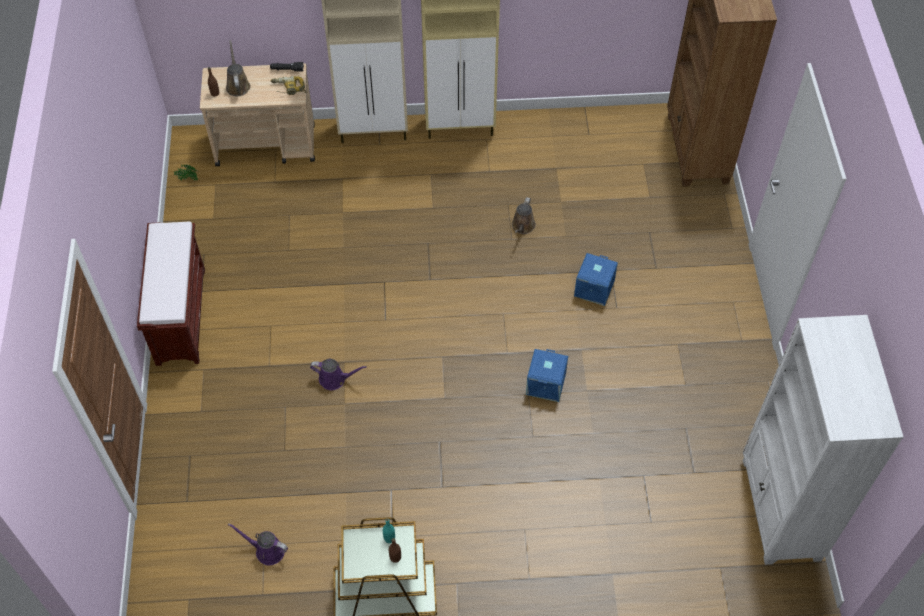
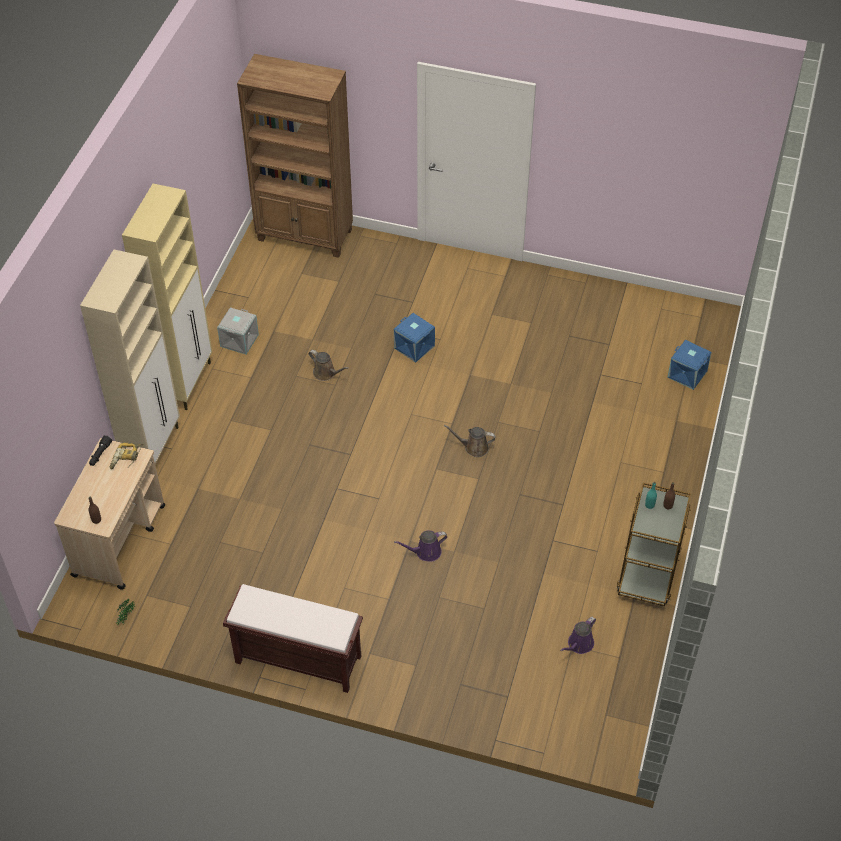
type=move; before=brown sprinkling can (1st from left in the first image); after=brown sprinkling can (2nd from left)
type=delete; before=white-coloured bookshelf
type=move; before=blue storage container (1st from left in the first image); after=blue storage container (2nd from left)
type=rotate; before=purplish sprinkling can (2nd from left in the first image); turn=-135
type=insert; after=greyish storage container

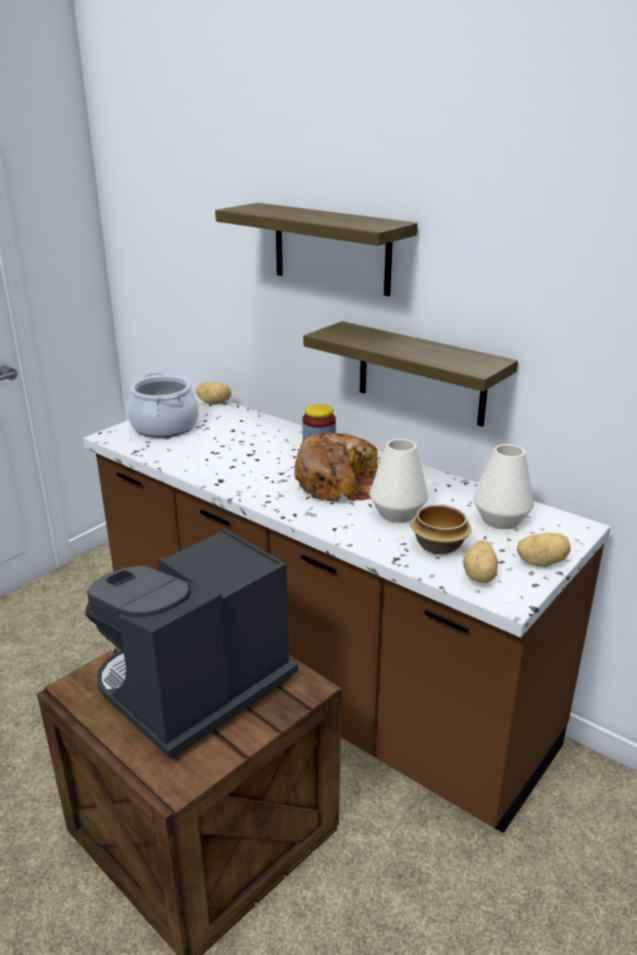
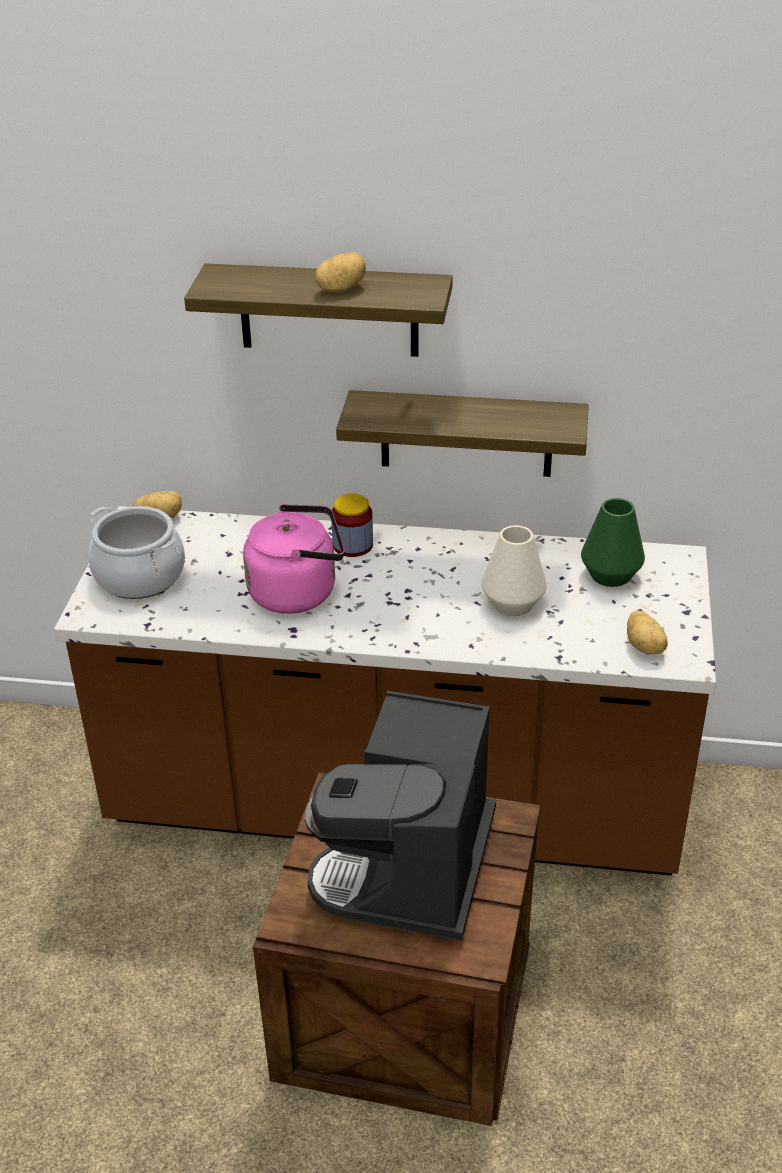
type=delete; before=baked bread
type=recolor; before=white-coloured decorative vase (2nd from left); after=green decorative vase
type=delete; before=deep dish
type=move; before=potato (3rd from left in the first image); after=potato (2nd from left)
type=insert; after=pink-coloured water kettle

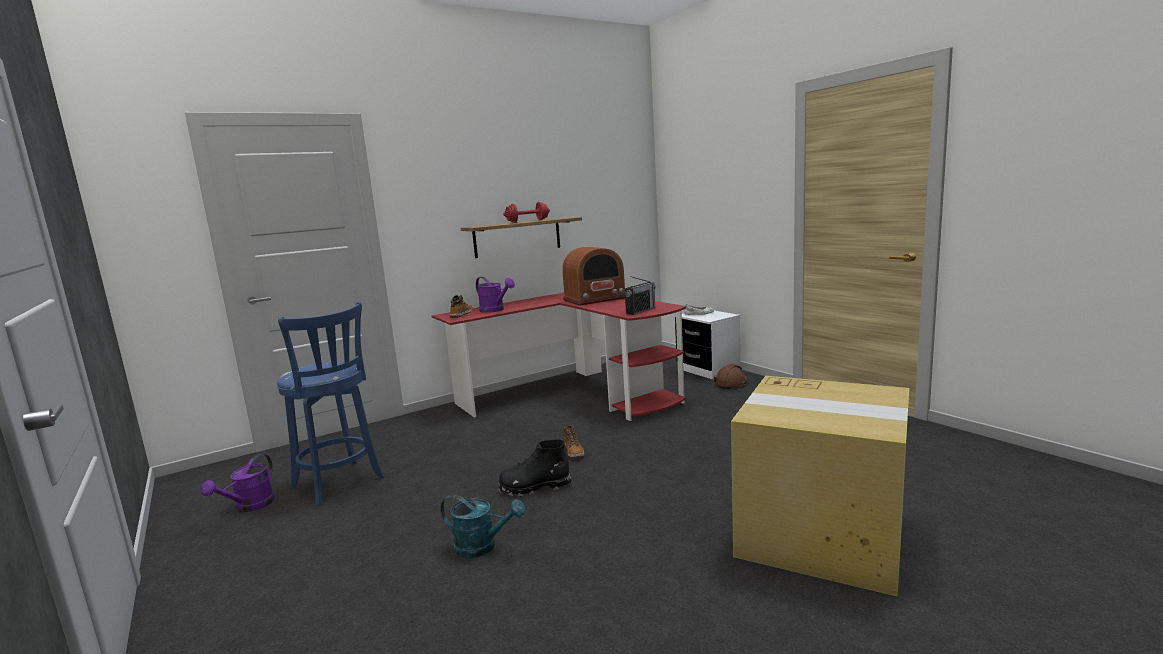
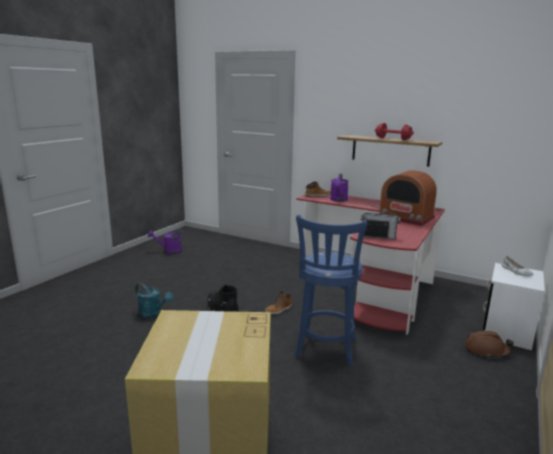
type=move; before=blue sitting stool
type=rotate; before=turquoise-coloured sprinkling can; turn=-45

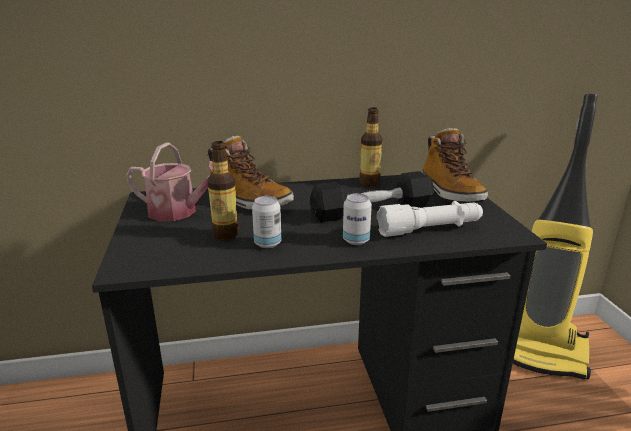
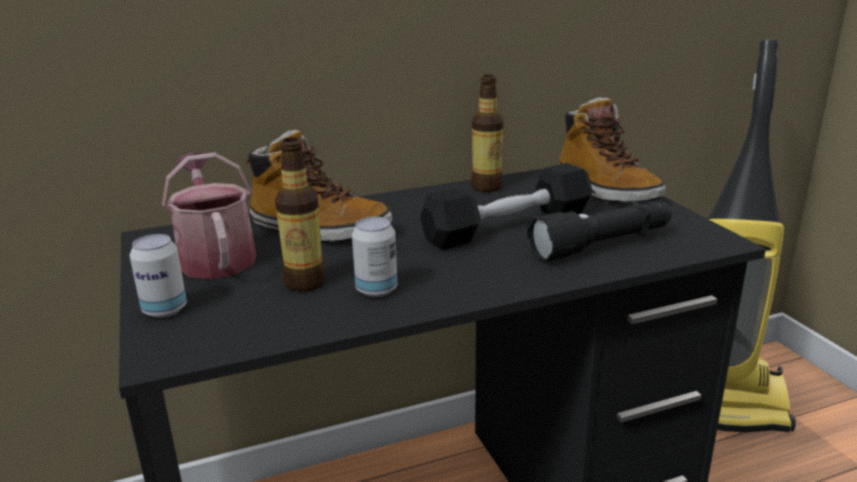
type=rotate; before=sprinkling can; turn=-120
type=move; before=metal can (2nd from left in the first image); after=metal can (1st from left)
type=recolor; before=white-coloured hand torch; after=blackish hand torch

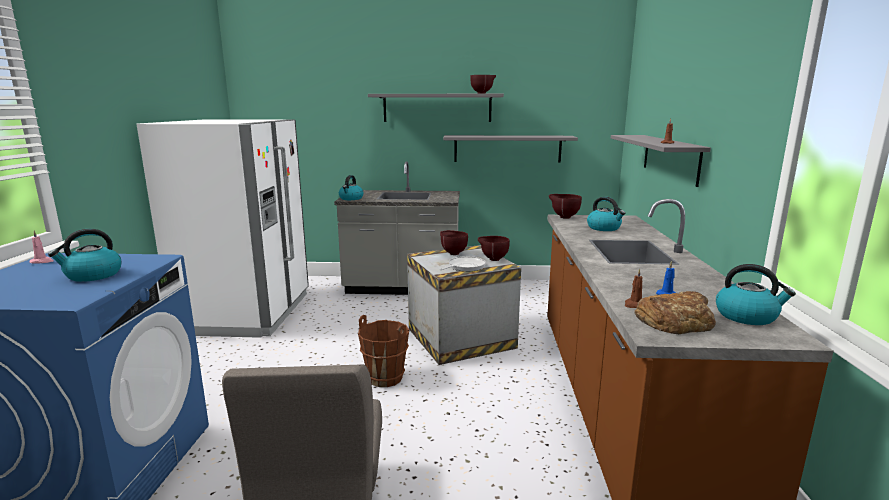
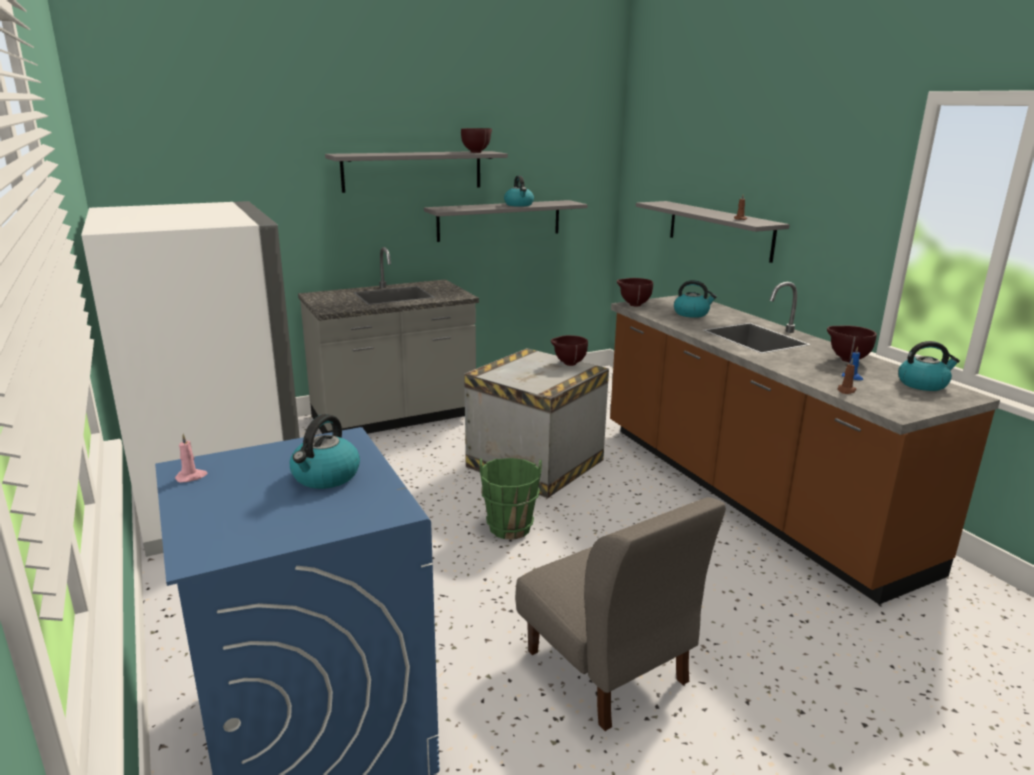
type=move; before=water kettle (2nd from left)
type=move; before=brown deep dish (1st from left in the first image); after=brown deep dish (4th from left)
type=delete; before=pan
type=delete; before=baked bread
type=recolor; before=brown water bucket; after=green water bucket

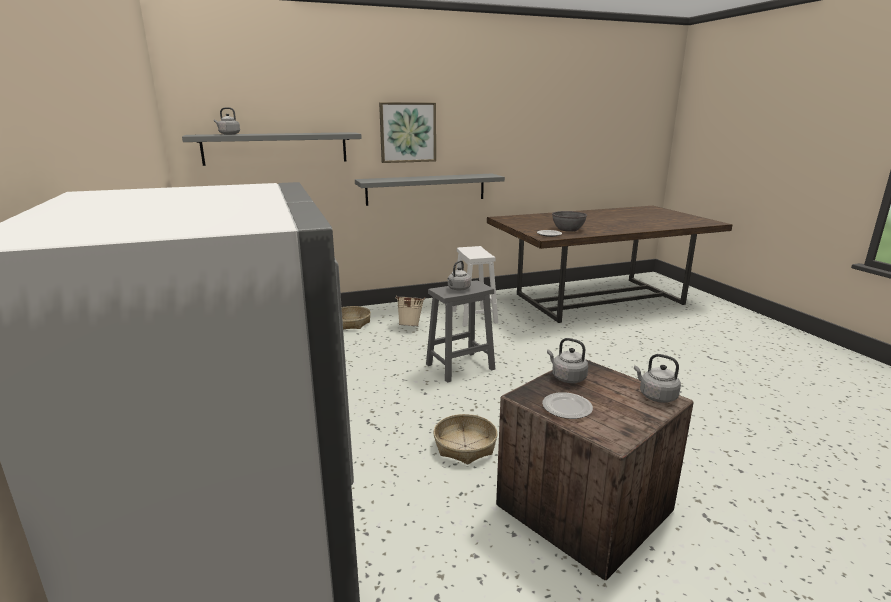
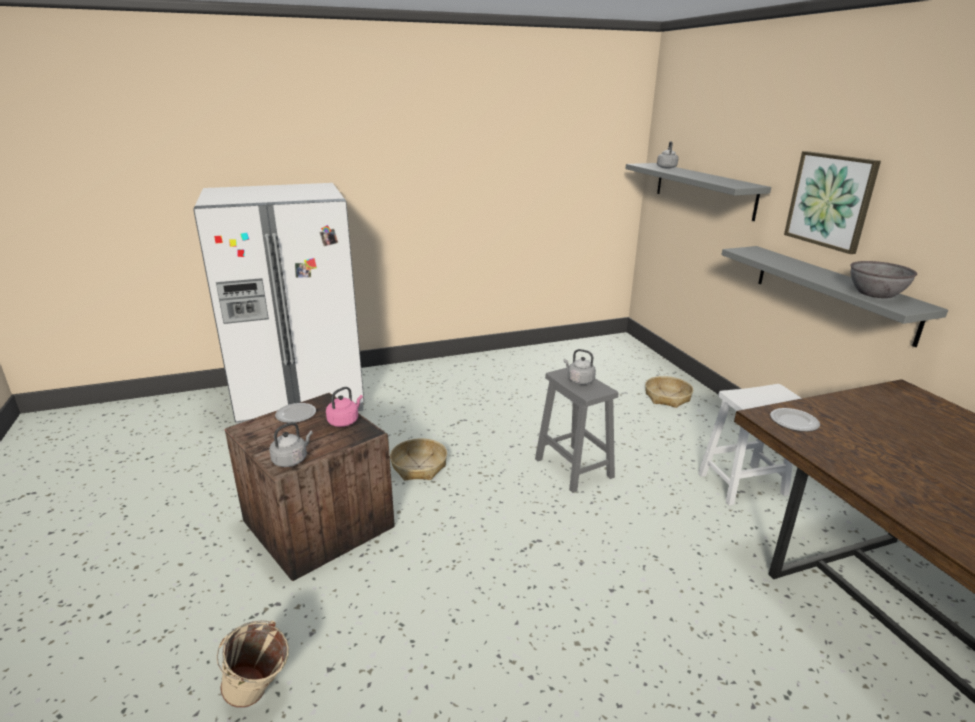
type=move; before=greyish deep dish
type=move; before=beige water bucket
type=recolor; before=greyish water kettle (3rd from left); after=pink-coloured water kettle

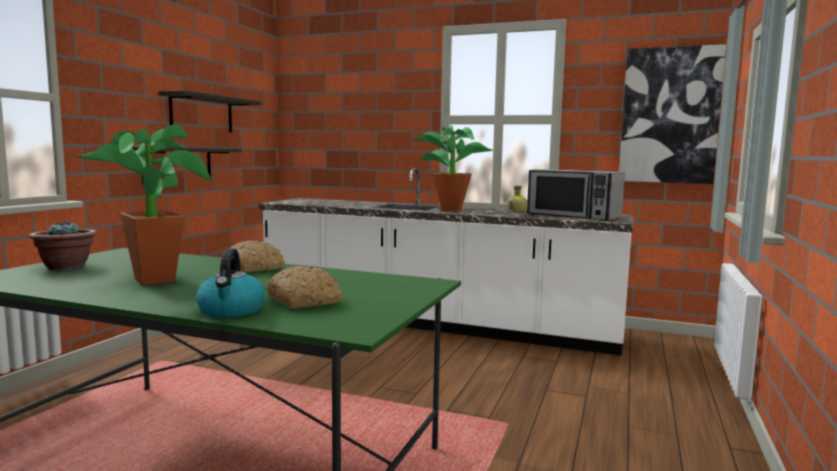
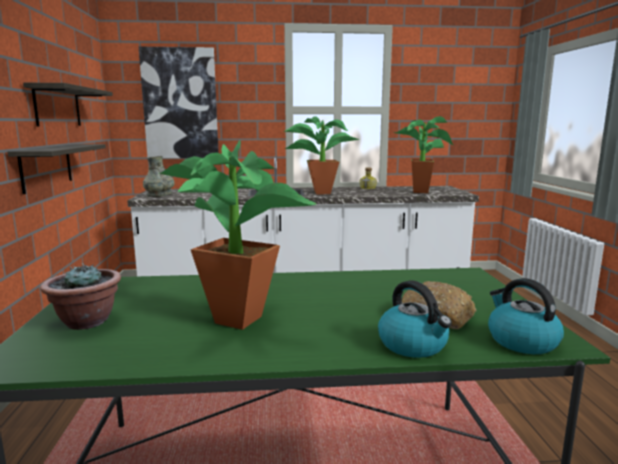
type=move; before=wall art
type=replace; before=microwave oven; after=houseplant (4th from left)
type=delete; before=baked bread (1st from left)
type=insert; after=greyish decorative vase
type=insert; after=water kettle (2nd from left)

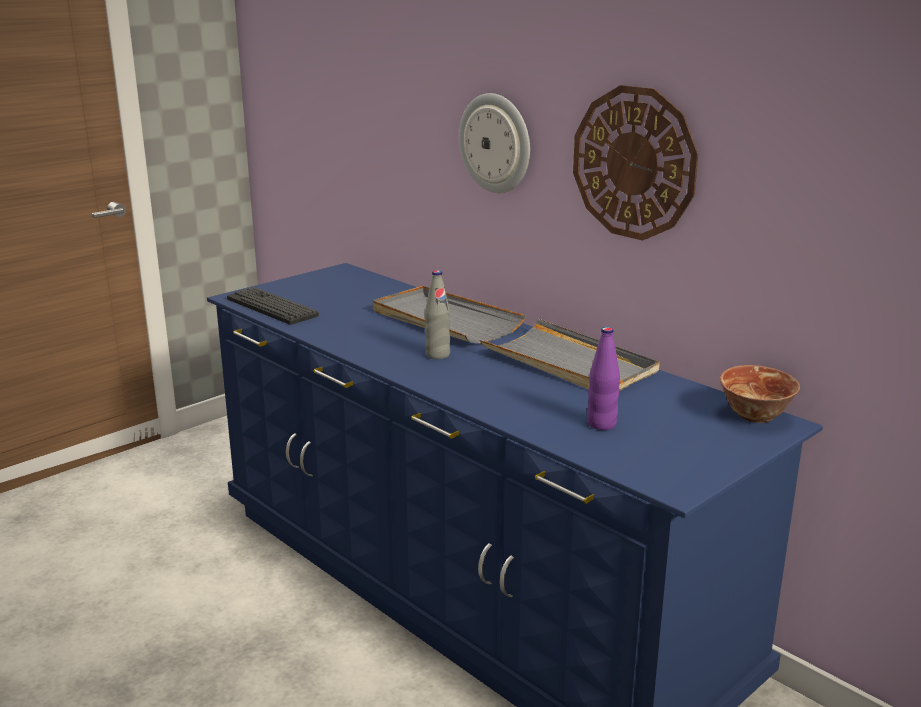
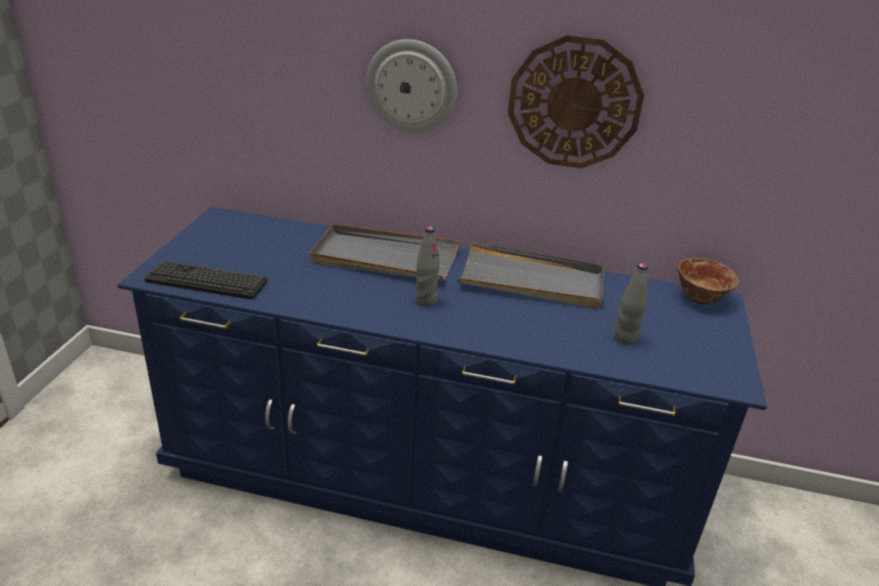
type=recolor; before=purplish beverage bottle; after=greyish beverage bottle (2nd from left)

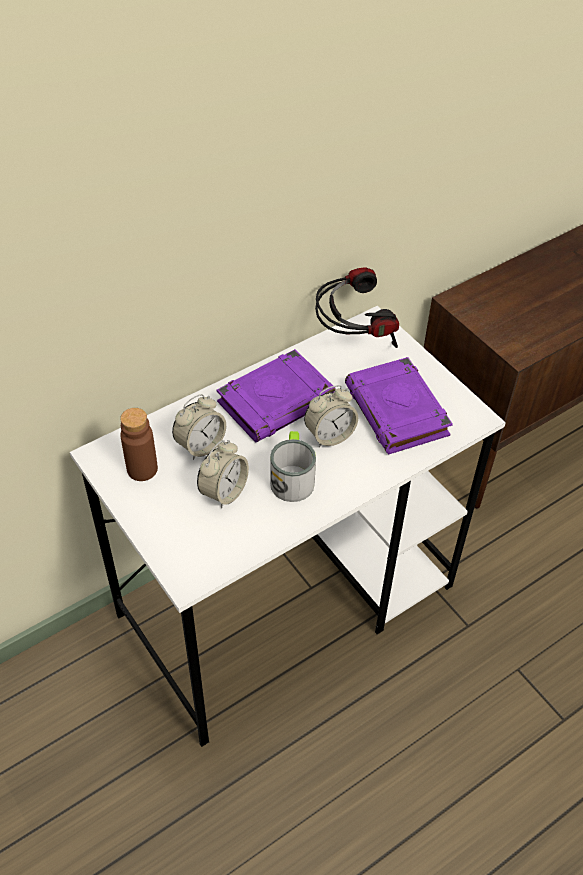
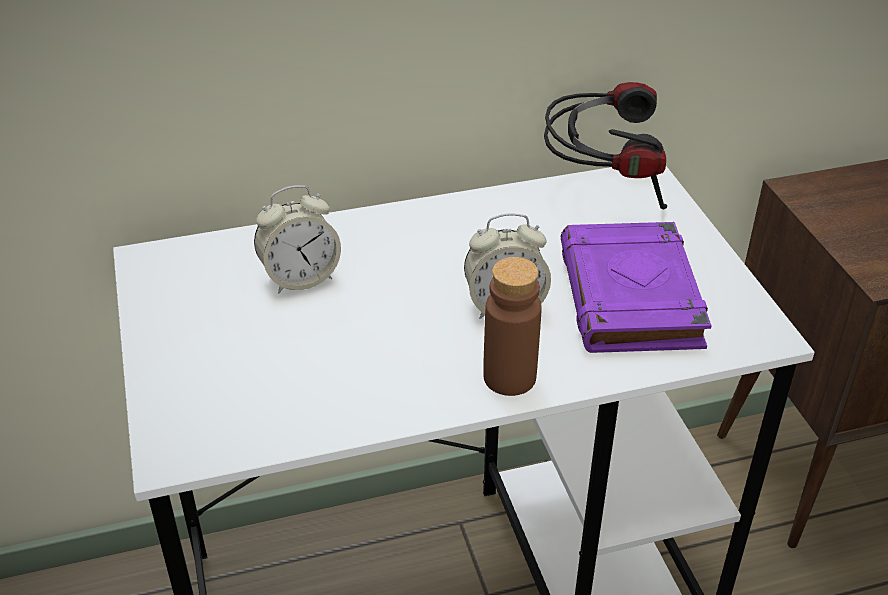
type=delete; before=purplish book (1st from left)
type=move; before=brown beverage bottle
type=delete; before=mug
type=delete; before=alarm clock (2nd from left)

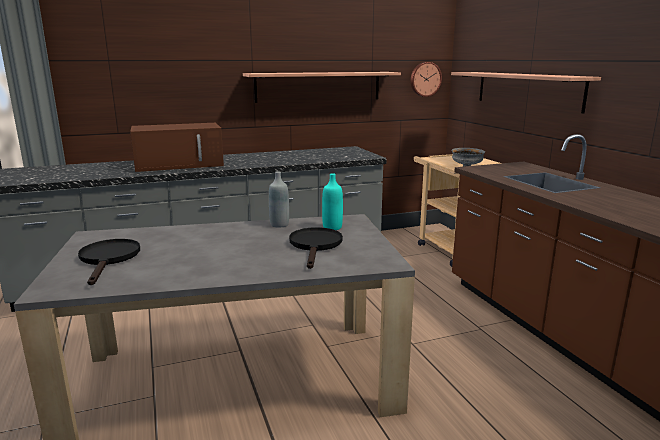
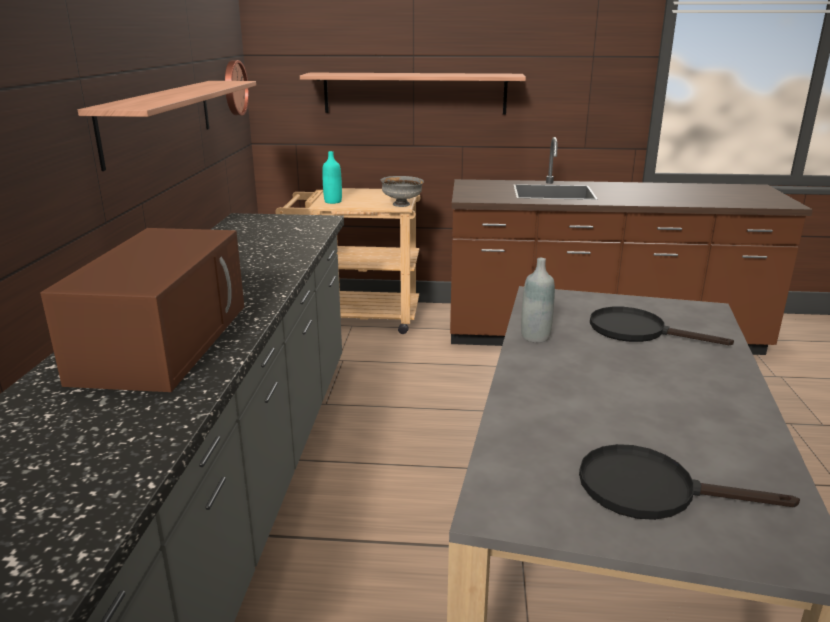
type=move; before=turquoise-coloured beverage bottle

